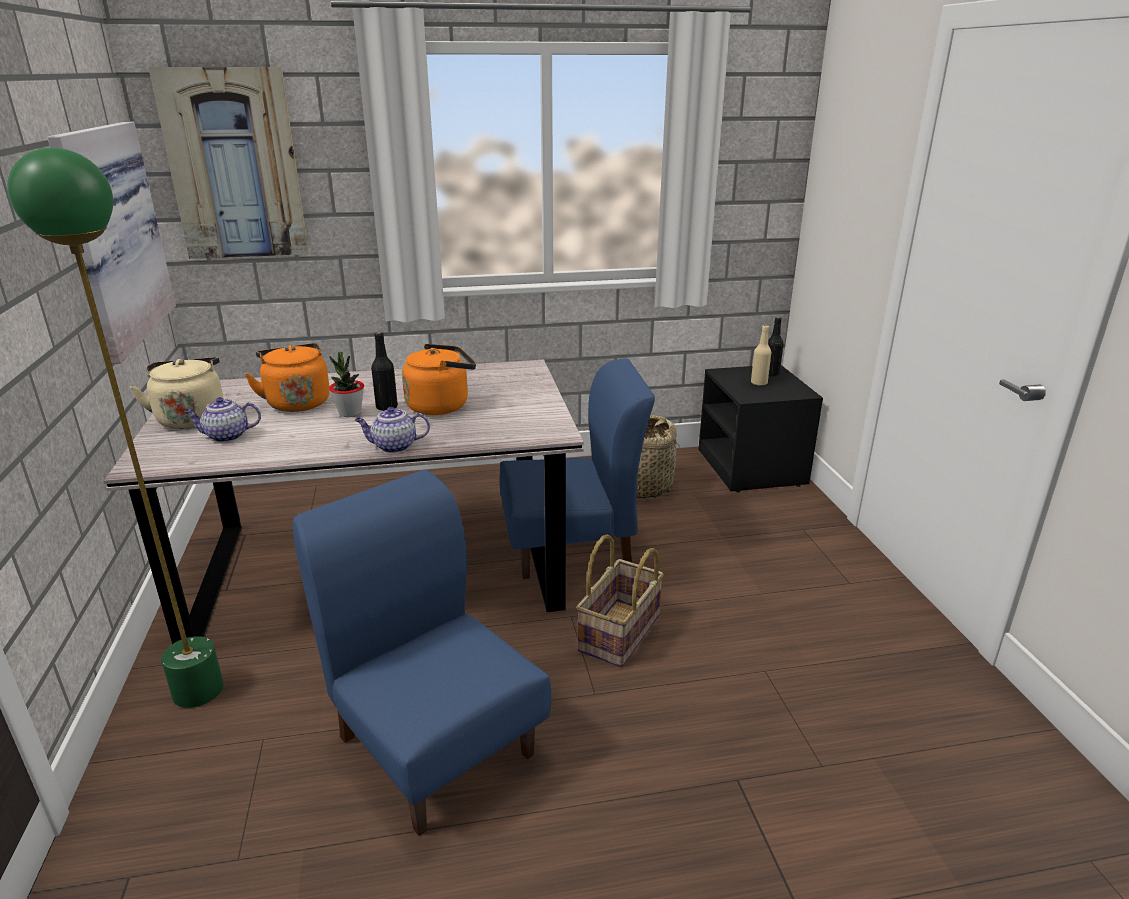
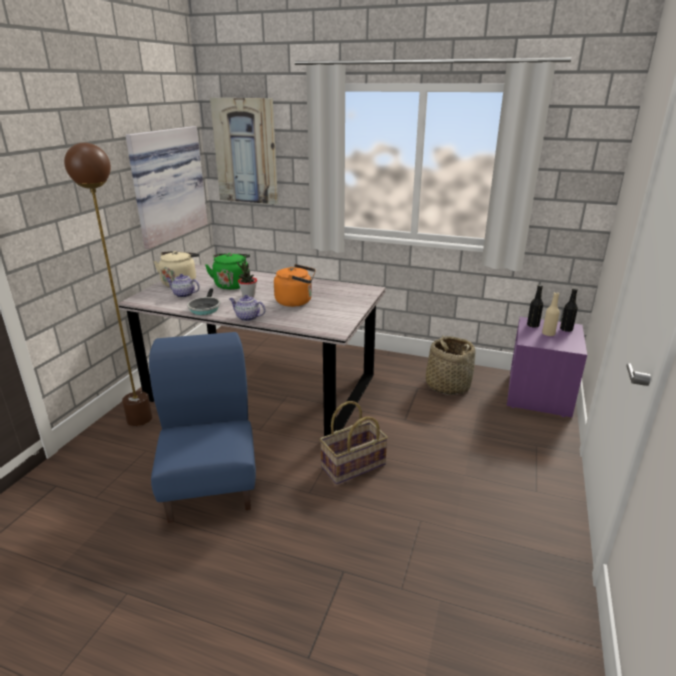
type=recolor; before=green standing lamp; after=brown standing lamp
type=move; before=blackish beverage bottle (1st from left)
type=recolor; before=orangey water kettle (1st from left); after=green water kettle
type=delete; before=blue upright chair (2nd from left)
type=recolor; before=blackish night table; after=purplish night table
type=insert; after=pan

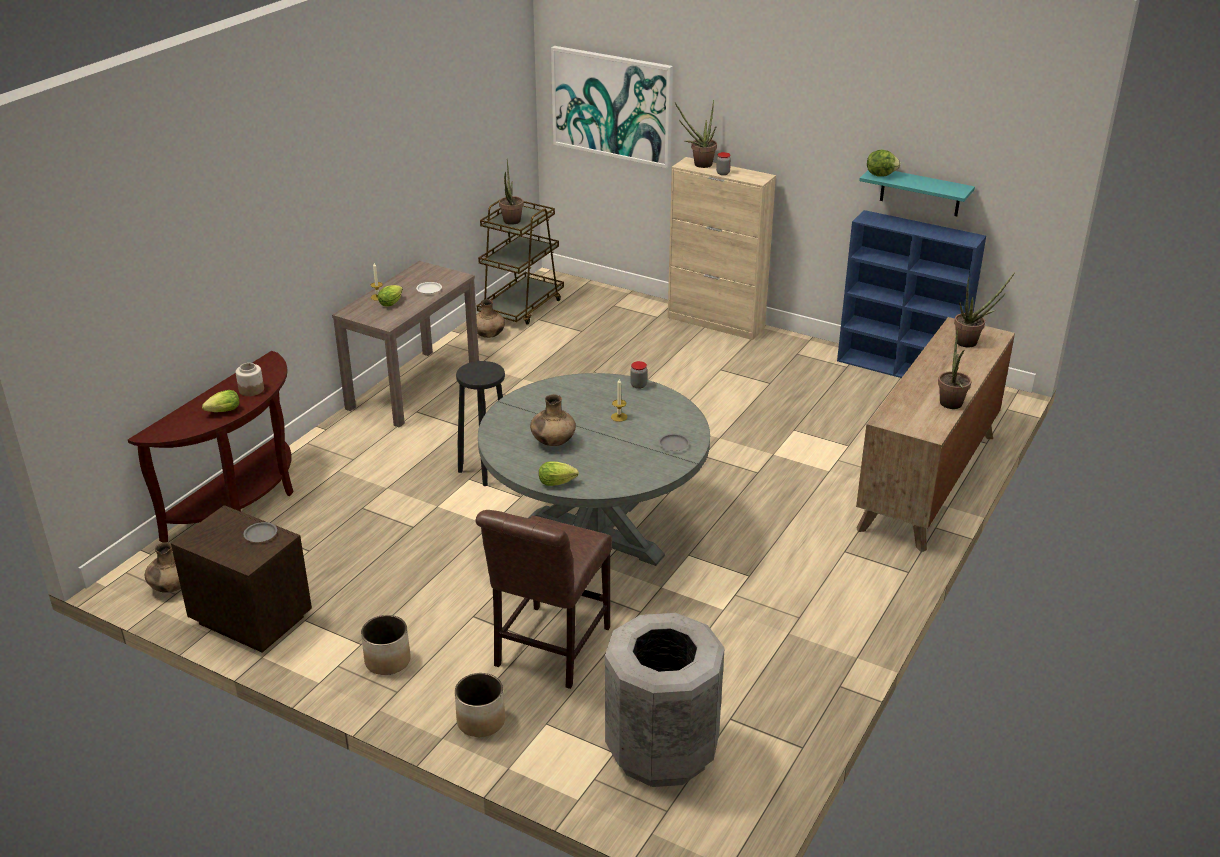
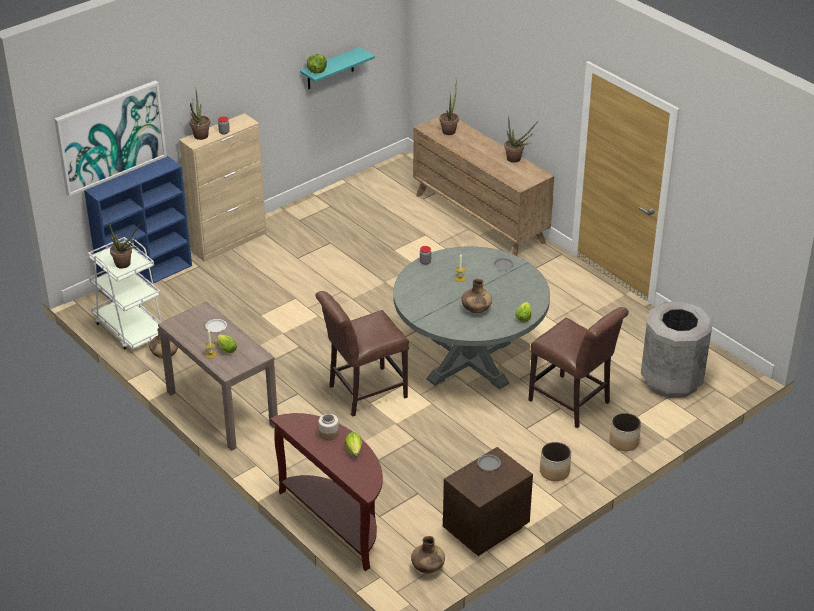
type=recolor; before=brown wheeled cart; after=white-coloured wheeled cart
type=move; before=blue bookshelf
type=replace; before=blackish sitting stool; after=brown upright chair (1st from left)

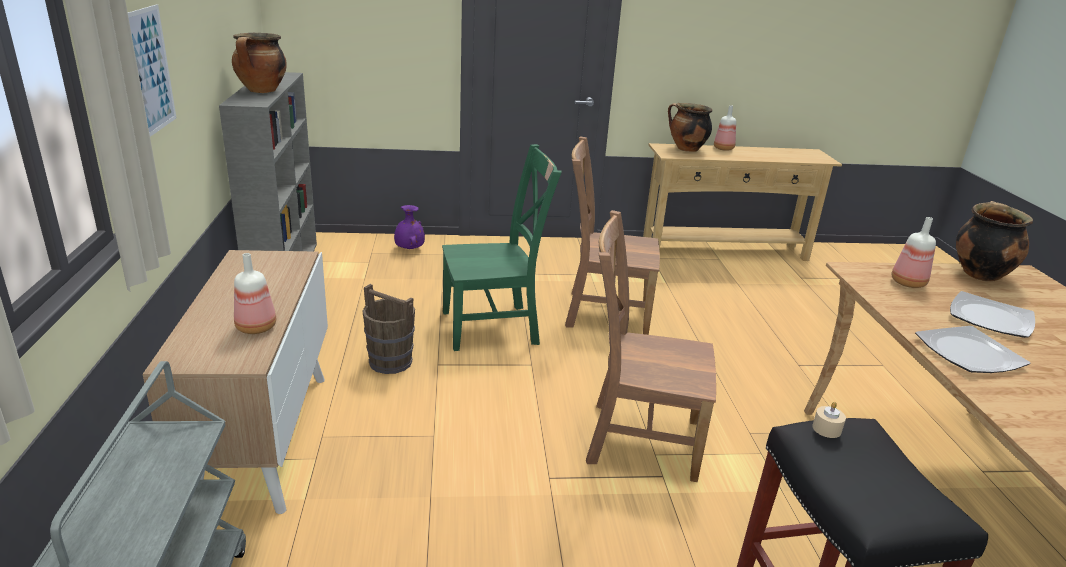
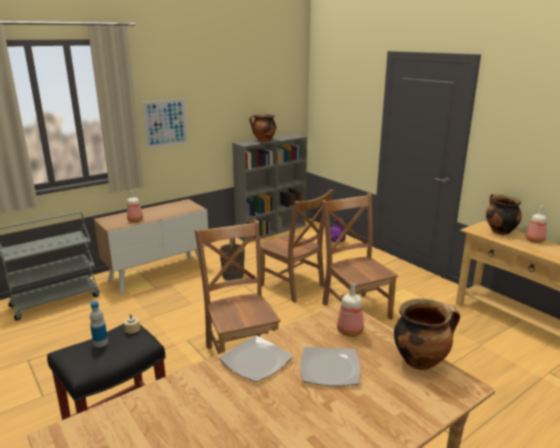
type=recolor; before=green upright chair; after=brown upright chair (2nd from left)
type=insert; after=beverage bottle (1st from left)

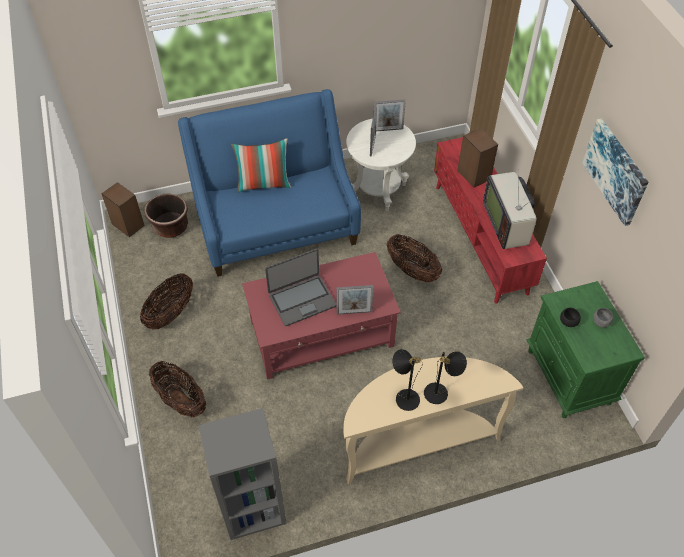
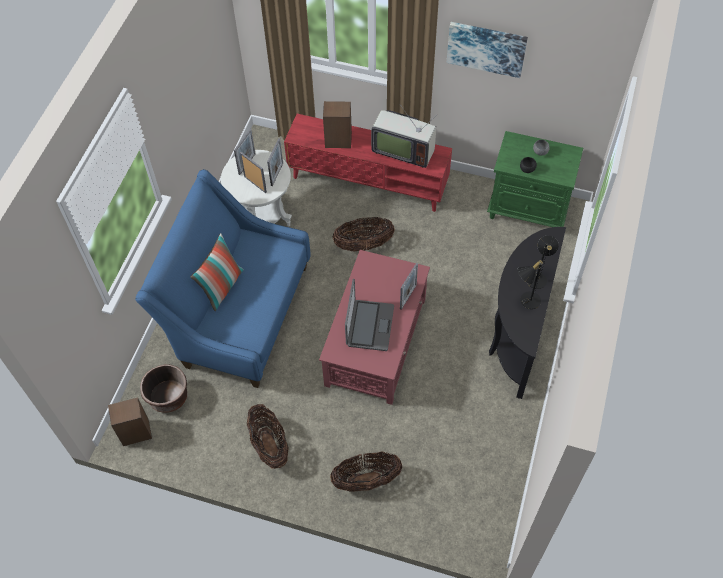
type=recolor; before=beige console table; after=blackish console table
type=delete; before=greyish bookshelf
type=insert; after=standing frame (3rd from left)

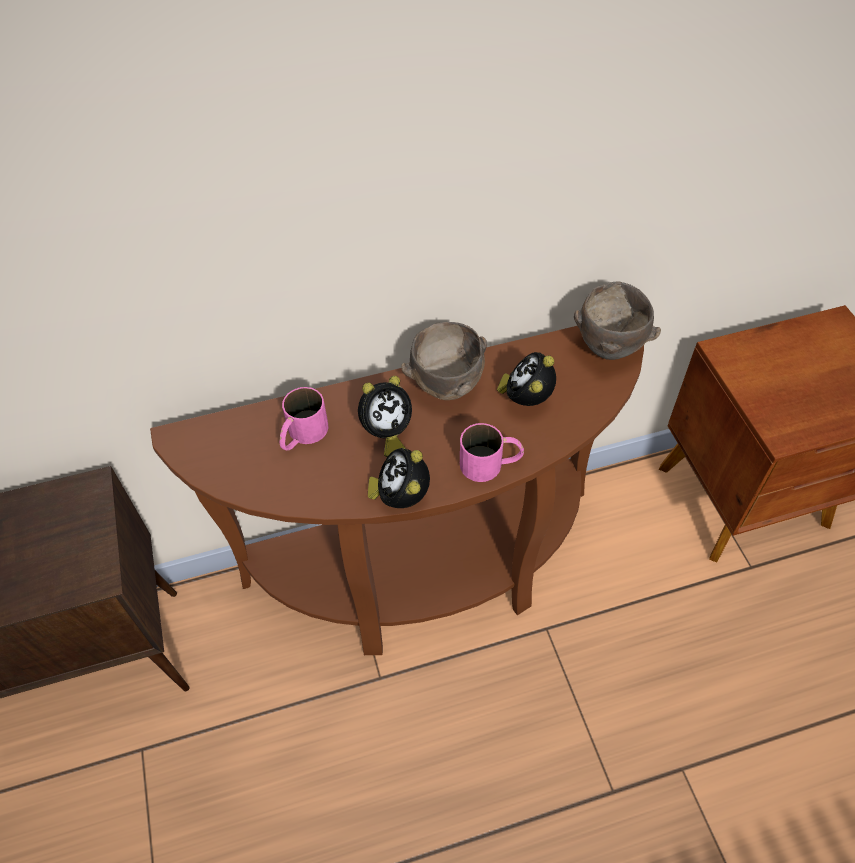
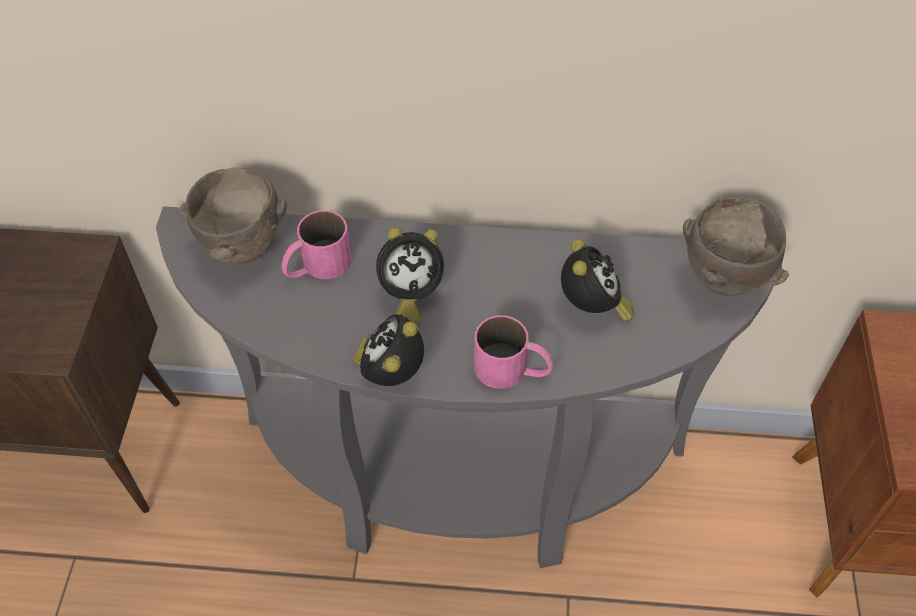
type=move; before=brown deep dish (1st from left)
type=recolor; before=brown console table; after=greyish console table
type=rotate; before=alarm clock (3rd from left); turn=135

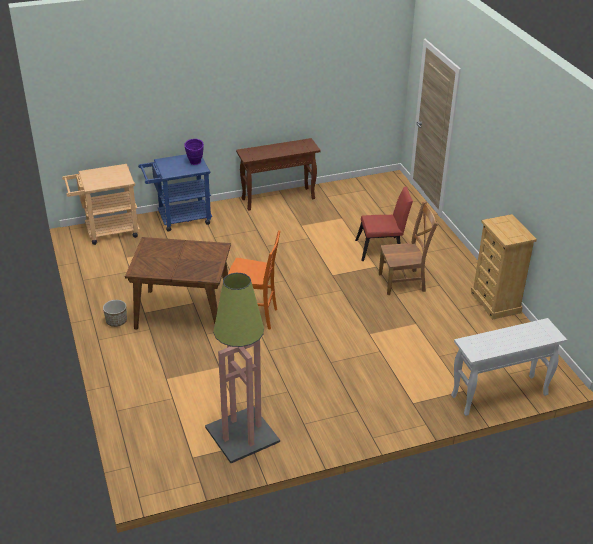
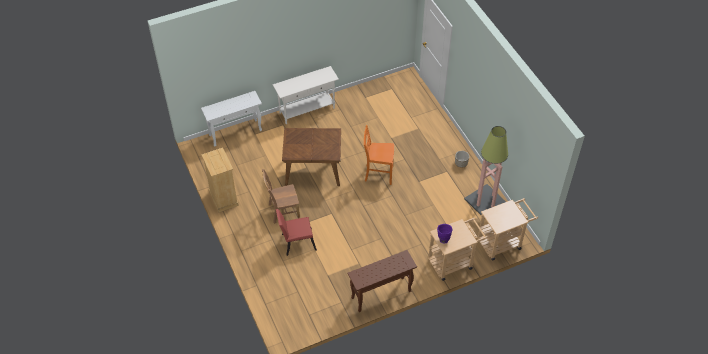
type=recolor; before=blue wheeled cart; after=beige wheeled cart (1st from left)
type=move; before=brown dining table
type=move; before=standing lamp
type=insert; after=white-coloured console table (2nd from left)

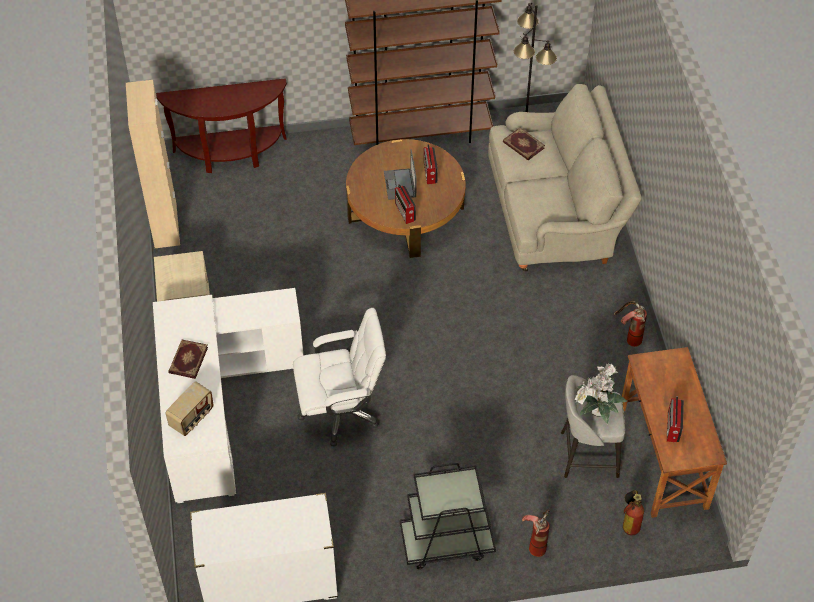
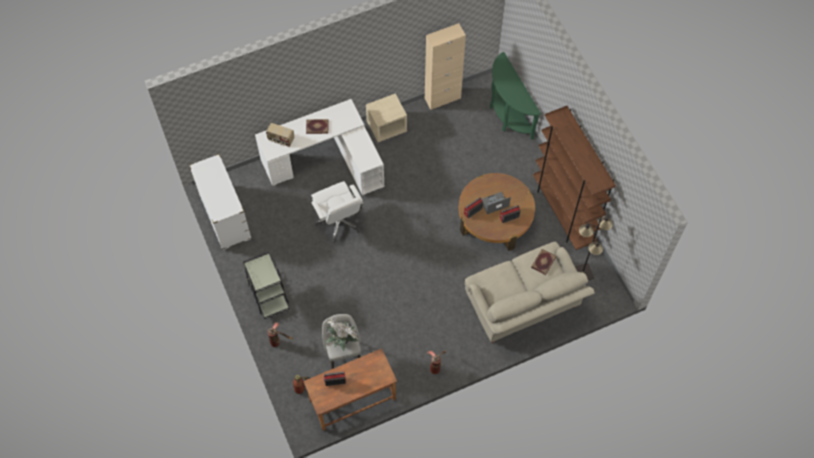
type=recolor; before=brown console table; after=green console table

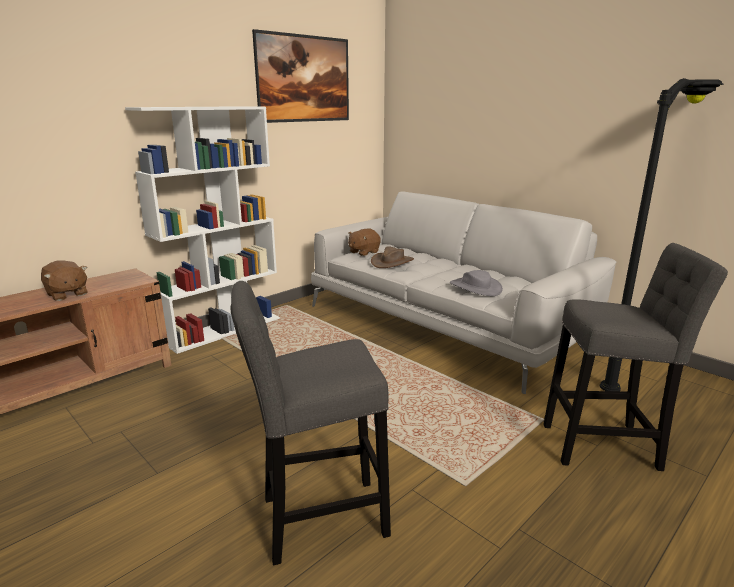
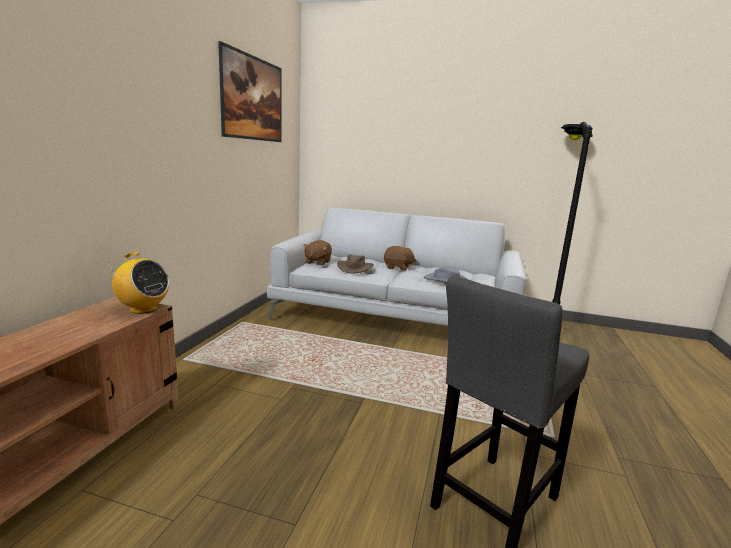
type=delete; before=white-coloured bookshelf
type=delete; before=greyish sitting stool (2nd from left)
type=move; before=brown soft toy (1st from left in the first image); after=brown soft toy (2nd from left)
type=insert; after=radio

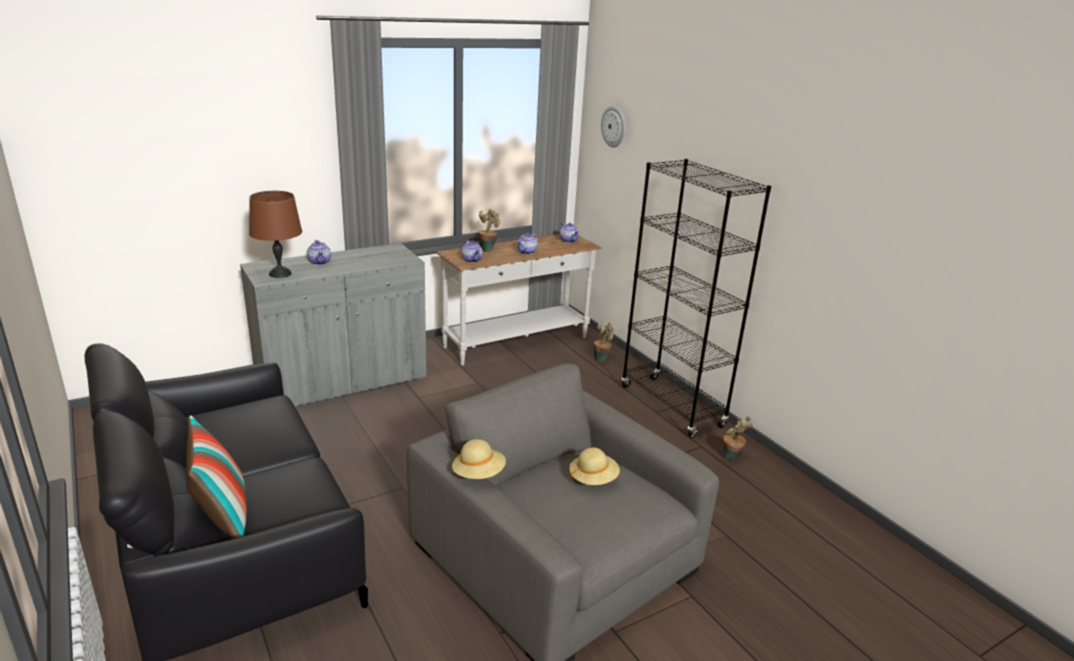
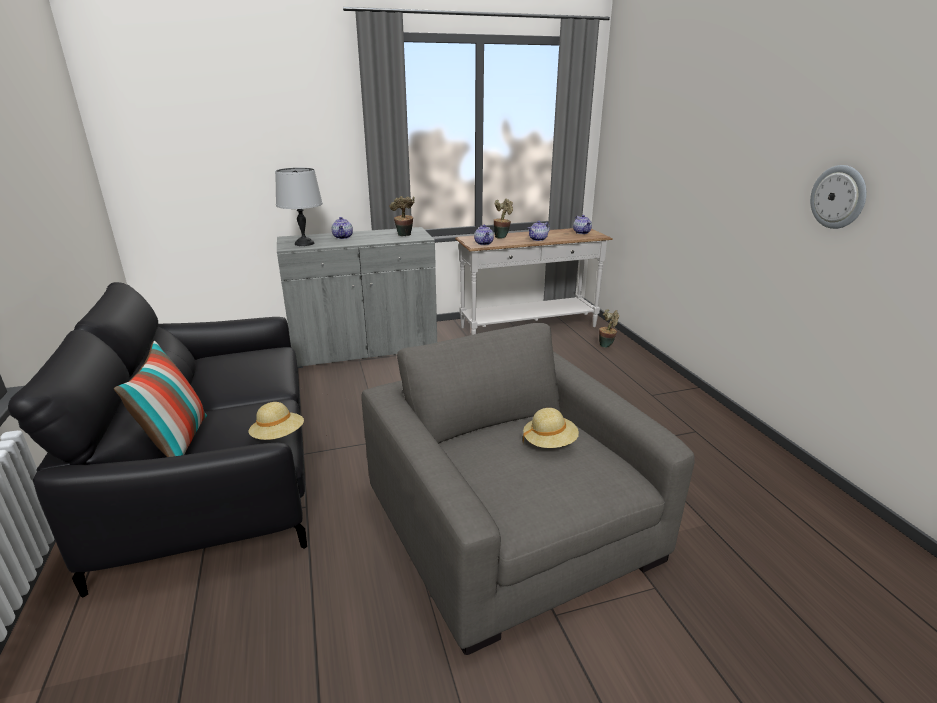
type=move; before=wall clock
type=delete; before=blackish bookshelf
type=recolor; before=brown tabletop lamp; after=greyish tabletop lamp
type=move; before=houseplant (3rd from left in the first image); after=houseplant (1st from left)
type=move; before=beige clothing hat (1st from left)

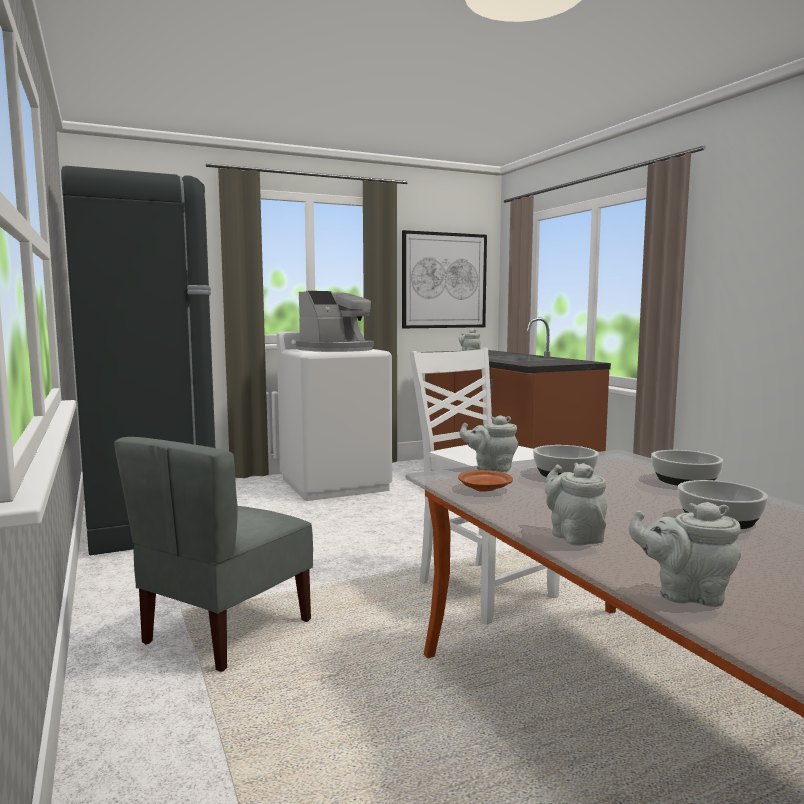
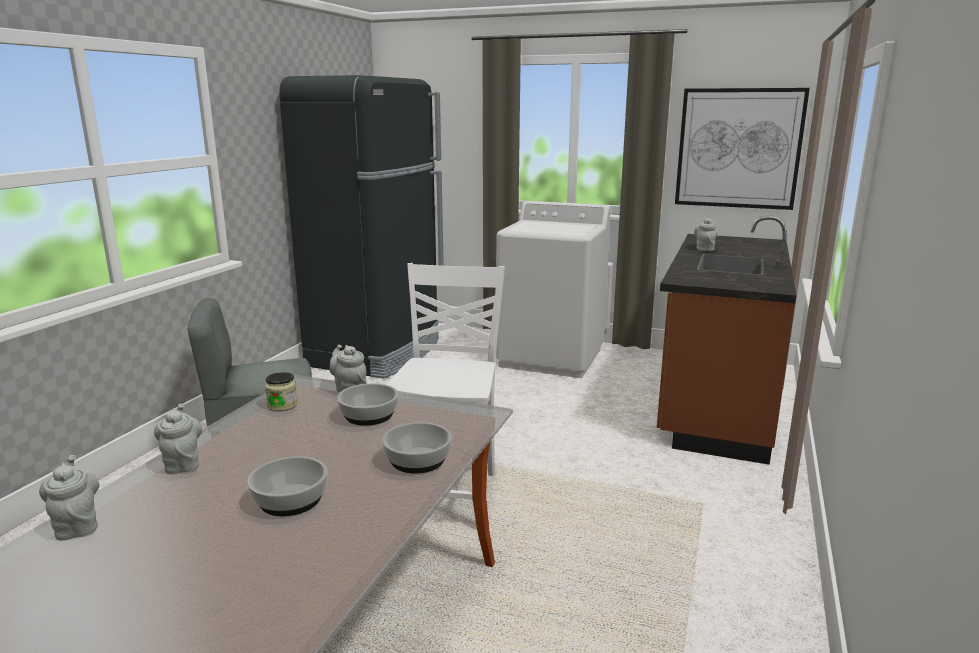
type=delete; before=coffee maker
type=rotate; before=greyish pot for tea (3rd from left in the first image); turn=-45
type=replace; before=brown plate; after=preserve jar

